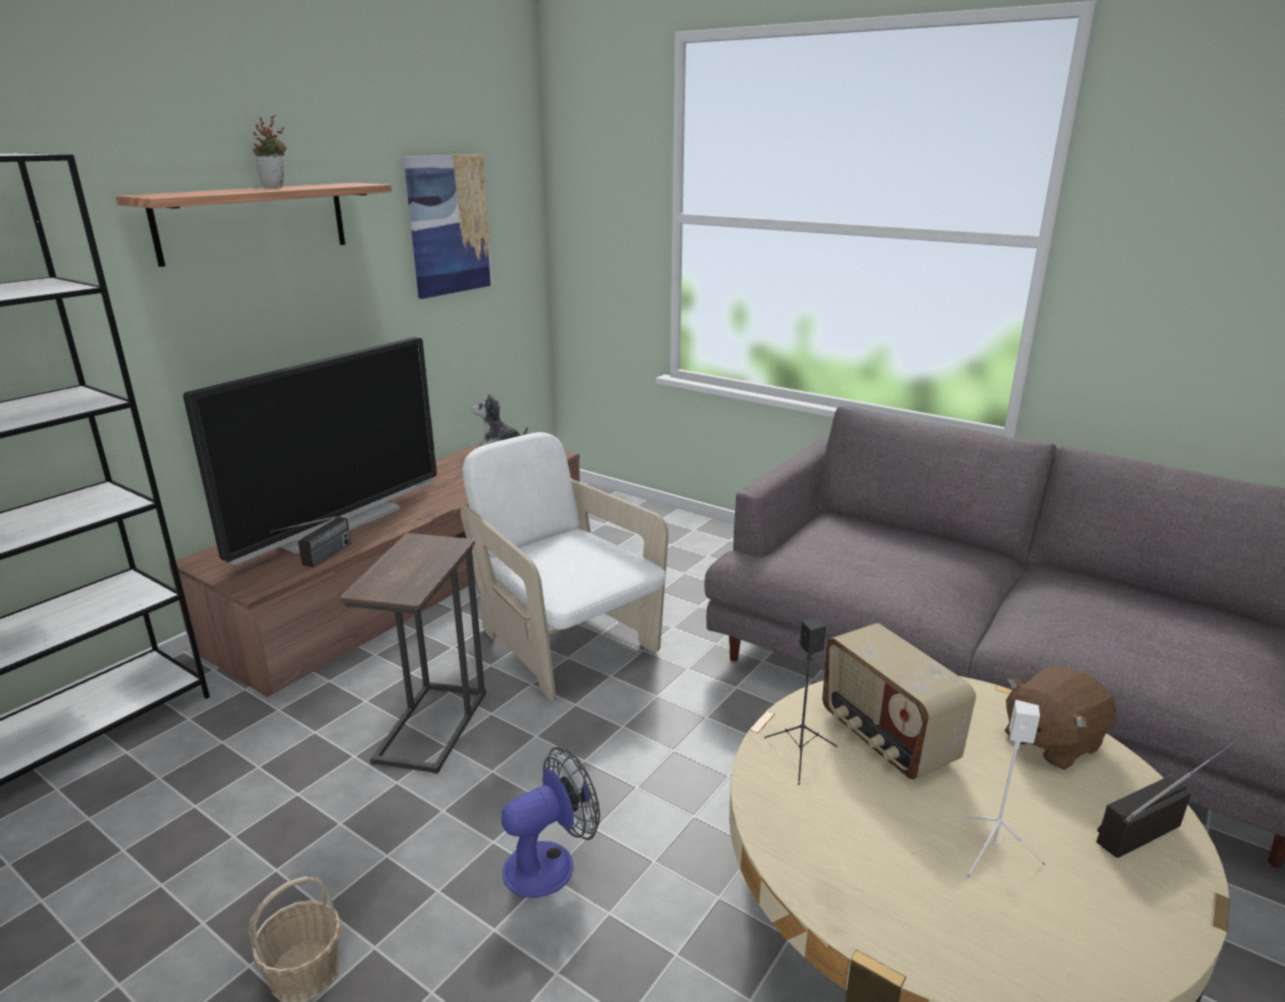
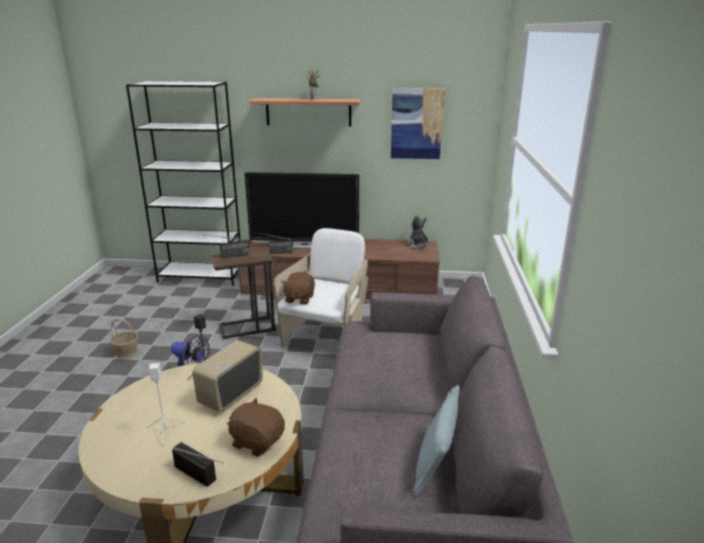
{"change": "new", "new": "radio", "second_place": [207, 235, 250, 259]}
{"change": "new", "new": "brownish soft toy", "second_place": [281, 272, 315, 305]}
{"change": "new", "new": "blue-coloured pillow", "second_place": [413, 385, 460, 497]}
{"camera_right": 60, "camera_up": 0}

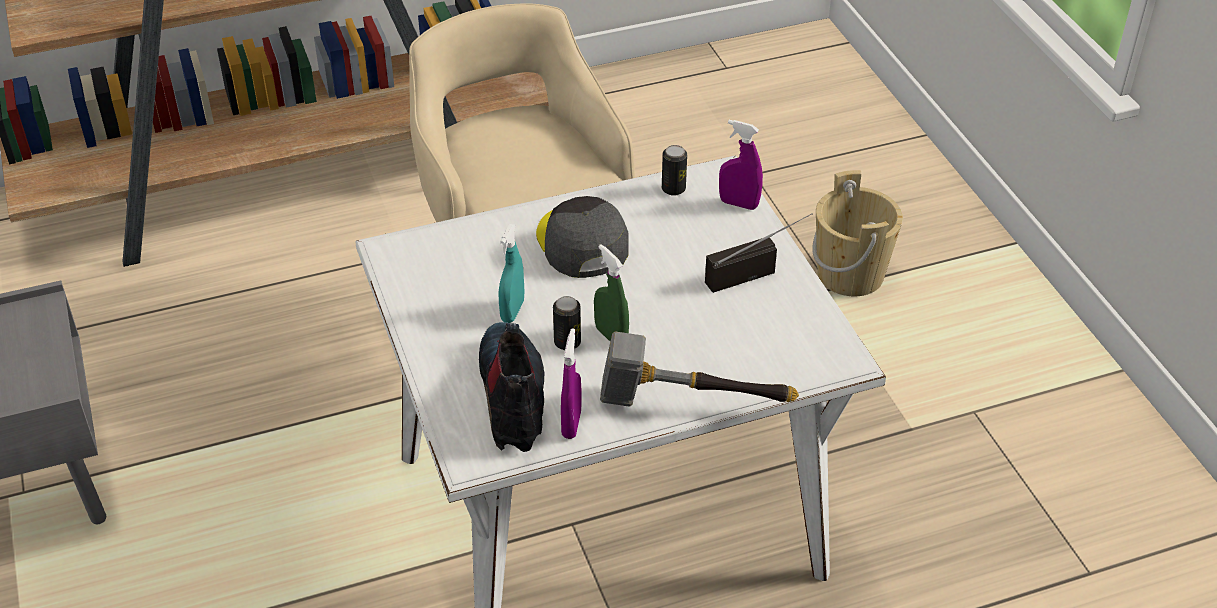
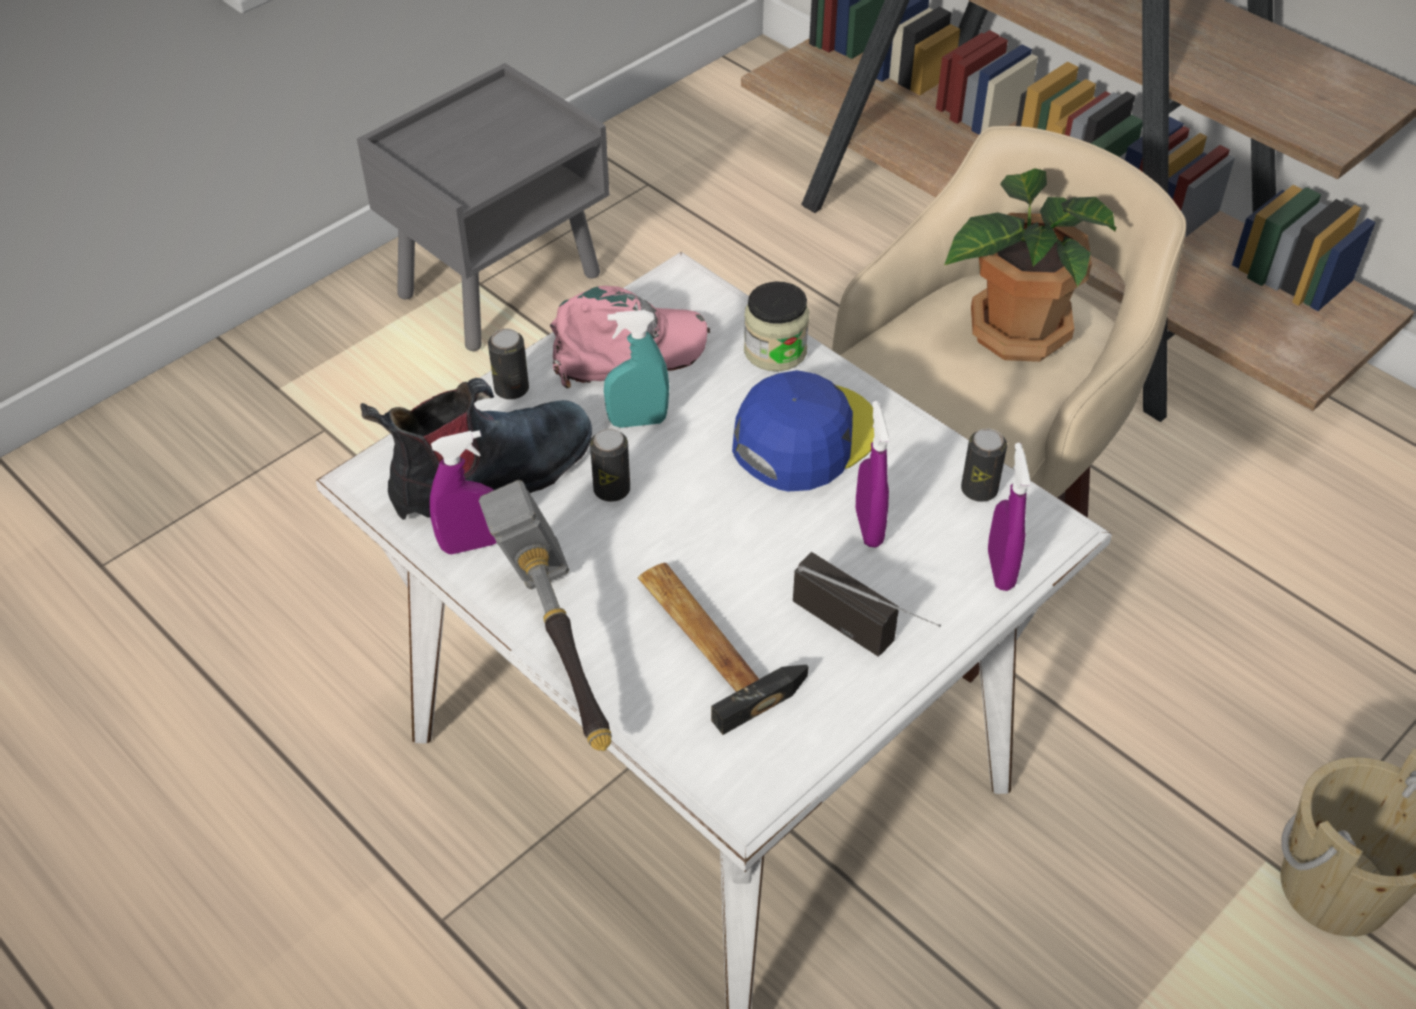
{"change": "repainted", "old": "grey peaked cap", "new": "blue-coloured peaked cap", "first_place": [536, 196, 629, 278], "second_place": [732, 370, 874, 492]}
{"change": "gone", "old": "green-coloured hand sprayer", "first_place": [594, 244, 629, 341]}
{"change": "new", "new": "potted plant", "second_place": [944, 168, 1116, 362]}
{"change": "new", "new": "jar", "second_place": [744, 282, 809, 371]}
{"change": "new", "new": "pink-coloured peaked cap", "second_place": [550, 286, 710, 388]}
{"change": "new", "new": "can", "second_place": [488, 329, 529, 400]}
{"change": "new", "new": "purple hand sprayer", "second_place": [856, 401, 889, 548]}
{"change": "new", "new": "hand hammer", "second_place": [638, 563, 808, 735]}
{"camera_right": 65, "camera_up": 5}

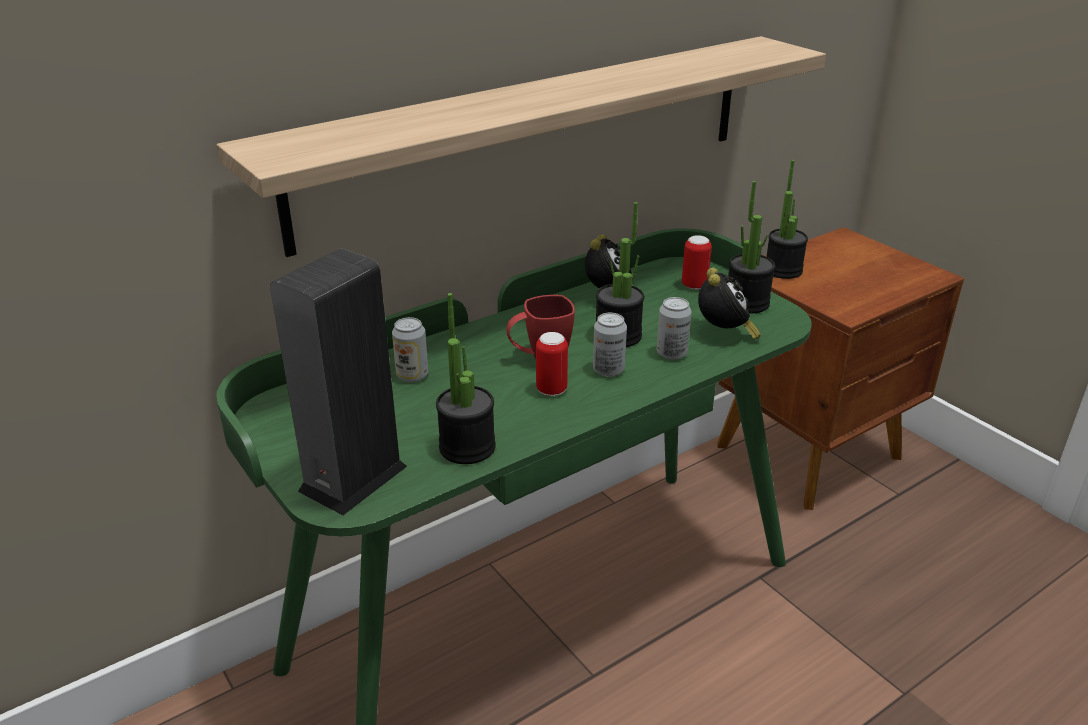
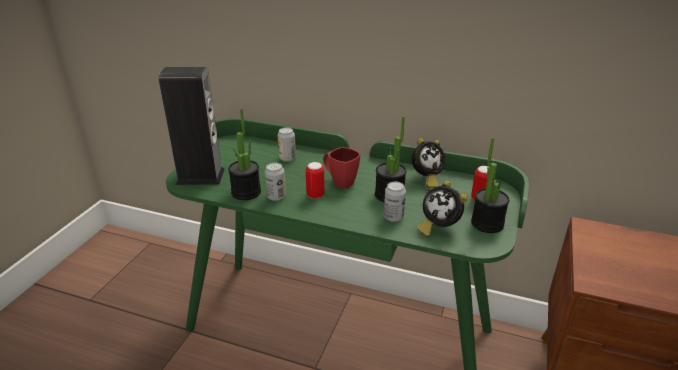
{"change": "gone", "old": "bracket shelf", "first_place": [217, 36, 826, 257]}
{"change": "gone", "old": "potted plant", "first_place": [766, 160, 808, 279]}
{"change": "rotated", "old": "alarm clock", "first_place": [698, 268, 761, 340], "second_place": [417, 180, 468, 237], "degrees": 75}
{"change": "shifted", "old": "can", "first_place": [593, 313, 627, 377], "second_place": [265, 163, 286, 201]}
{"camera_right": 55, "camera_up": 0}

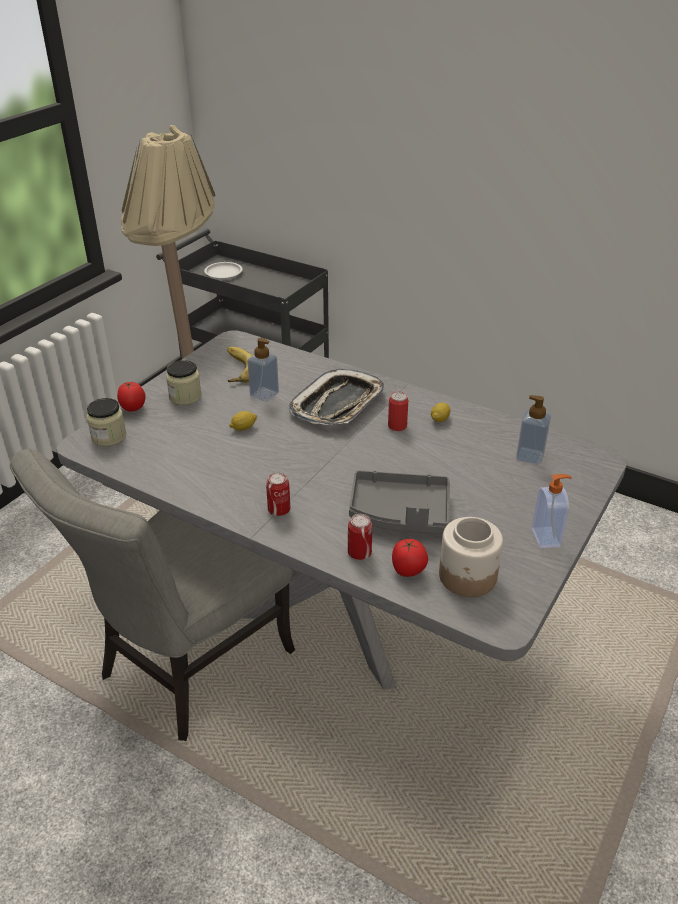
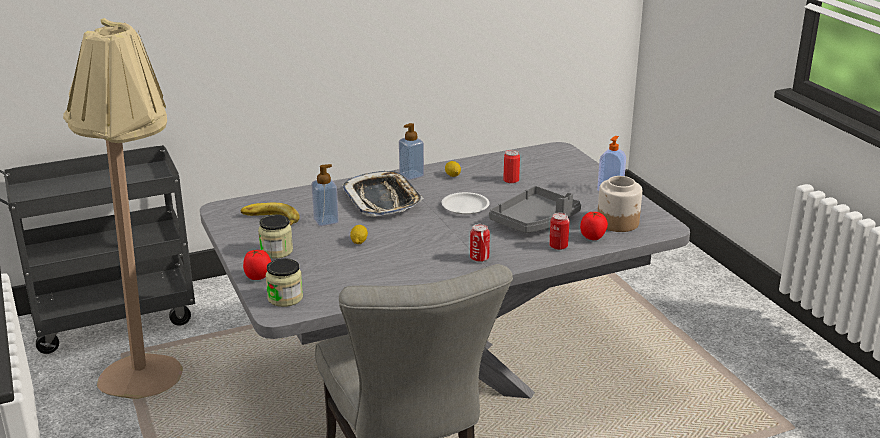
{"change": "shifted", "old": "white-coloured plate", "first_place": [204, 262, 243, 279], "second_place": [442, 192, 489, 214]}
{"change": "shifted", "old": "can", "first_place": [388, 391, 408, 431], "second_place": [503, 150, 520, 183]}
{"change": "shifted", "old": "liquid soap bottle", "first_place": [516, 395, 551, 465], "second_place": [399, 123, 424, 180]}
{"camera_right": -55, "camera_up": -10}

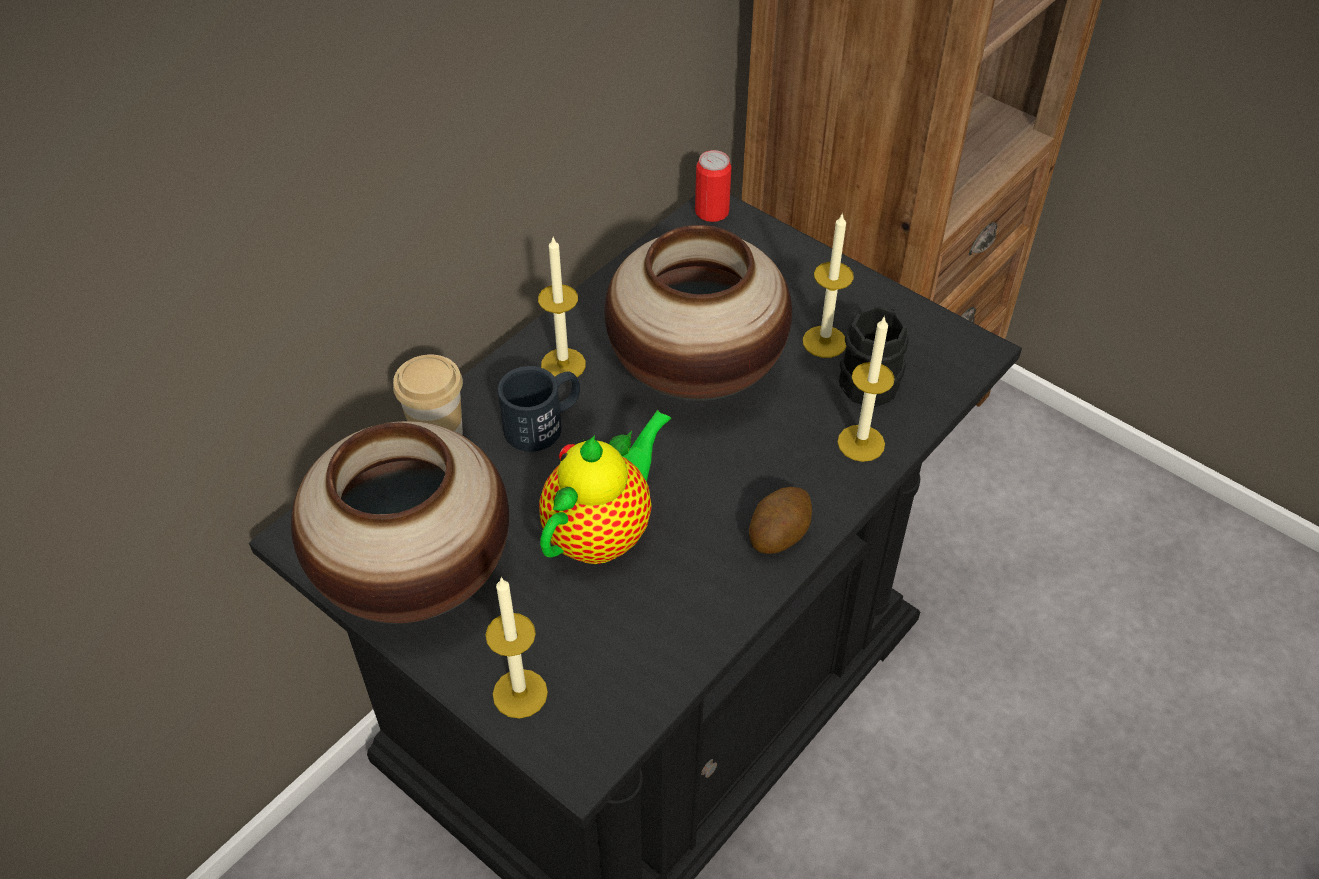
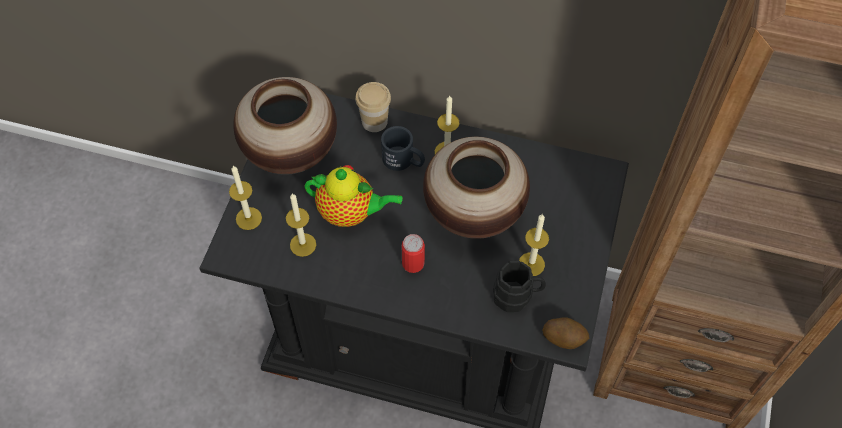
{"change": "shifted", "old": "can", "first_place": [695, 150, 731, 222], "second_place": [402, 234, 425, 273]}
{"change": "shifted", "old": "wax candle", "first_place": [837, 315, 895, 462], "second_place": [286, 193, 316, 257]}
{"change": "shifted", "old": "potato", "first_place": [749, 487, 812, 554], "second_place": [542, 317, 589, 349]}
{"camera_right": 65, "camera_up": 10}

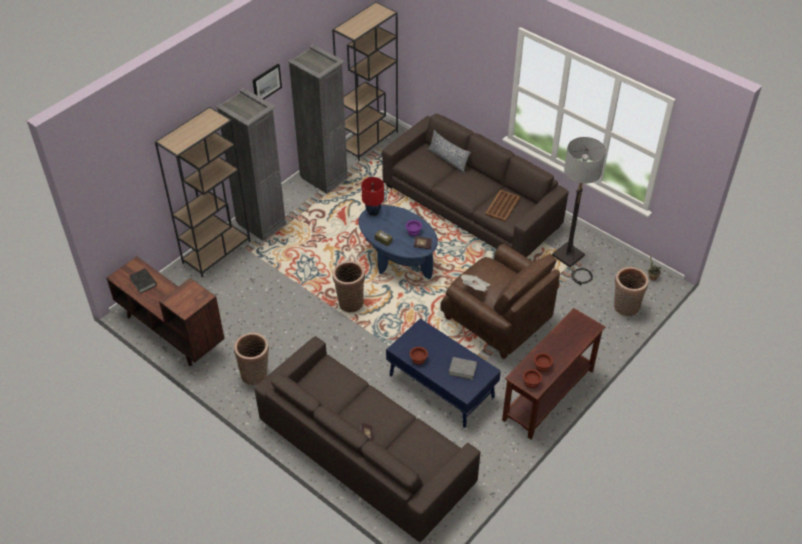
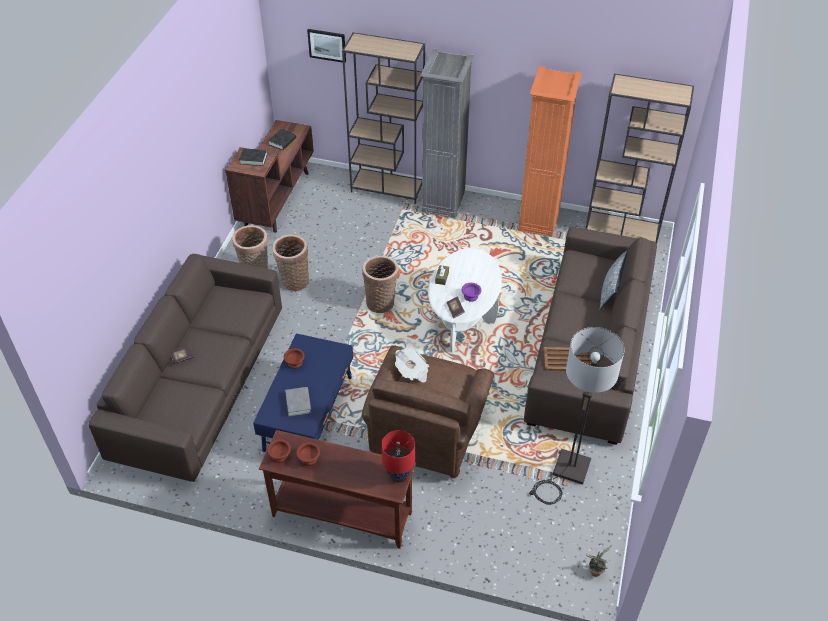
{"change": "repainted", "old": "grey storage cabinet", "new": "orangey storage cabinet", "first_place": [287, 44, 348, 194], "second_place": [518, 66, 582, 237]}
{"change": "shifted", "old": "wall picture", "first_place": [253, 64, 282, 99], "second_place": [307, 29, 346, 63]}
{"change": "shifted", "old": "red-coloured tabletop lamp", "first_place": [361, 177, 384, 216], "second_place": [381, 430, 415, 482]}
{"change": "repainted", "old": "blue-coloured lounge table", "new": "white-coloured lounge table", "first_place": [358, 205, 438, 280], "second_place": [428, 248, 502, 353]}
{"change": "shifted", "old": "storage basket", "first_place": [614, 267, 649, 316], "second_place": [273, 234, 309, 291]}
{"change": "new", "new": "black-coloured bound book", "second_place": [239, 148, 268, 166]}
{"camera_right": 65, "camera_up": 0}

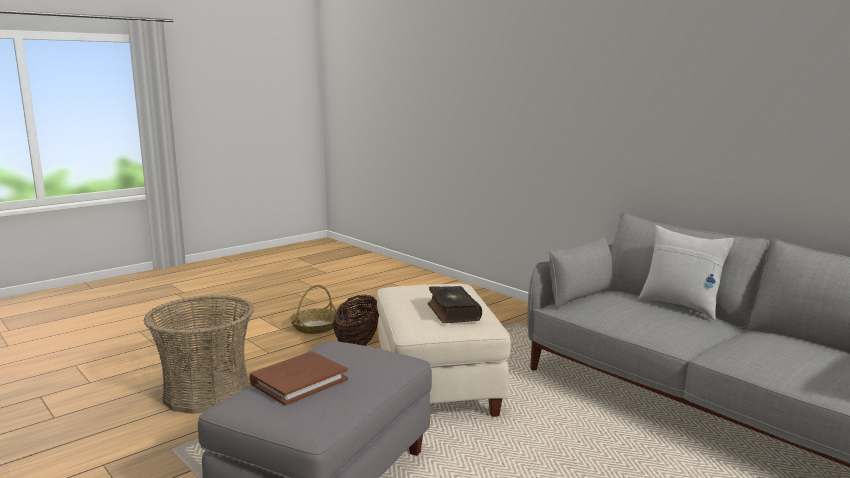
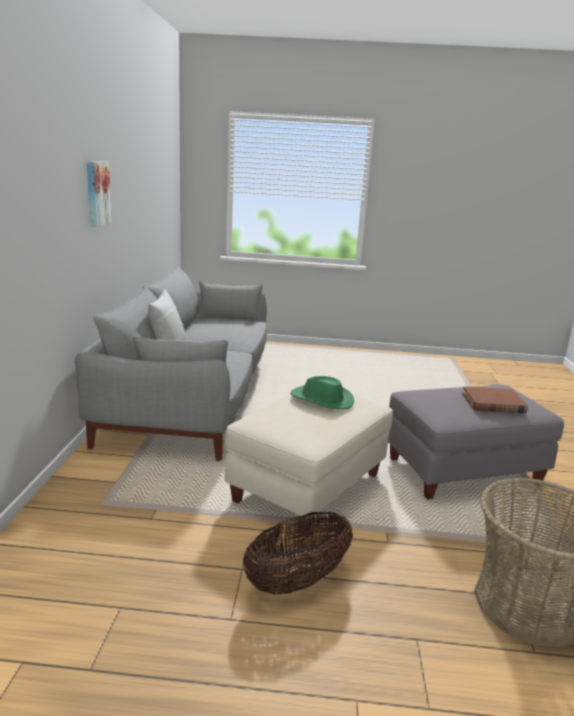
{"change": "gone", "old": "storage basket", "first_place": [289, 285, 337, 334]}
{"change": "swapped", "old": "bound book", "new": "green-coloured clothing hat", "first_place": [428, 286, 482, 323], "second_place": [290, 376, 354, 410]}
{"change": "new", "new": "wall picture", "second_place": [87, 161, 112, 227]}
{"camera_right": -135, "camera_up": 5}

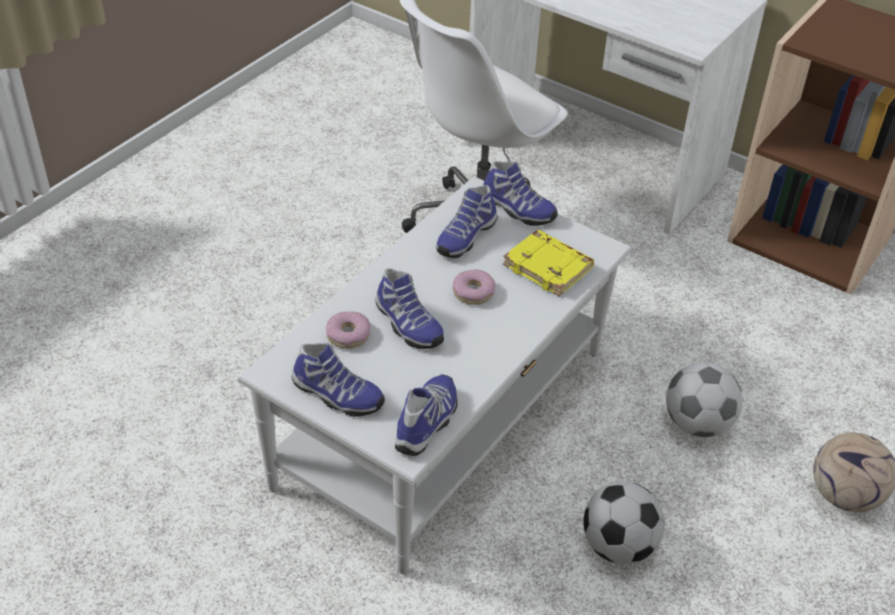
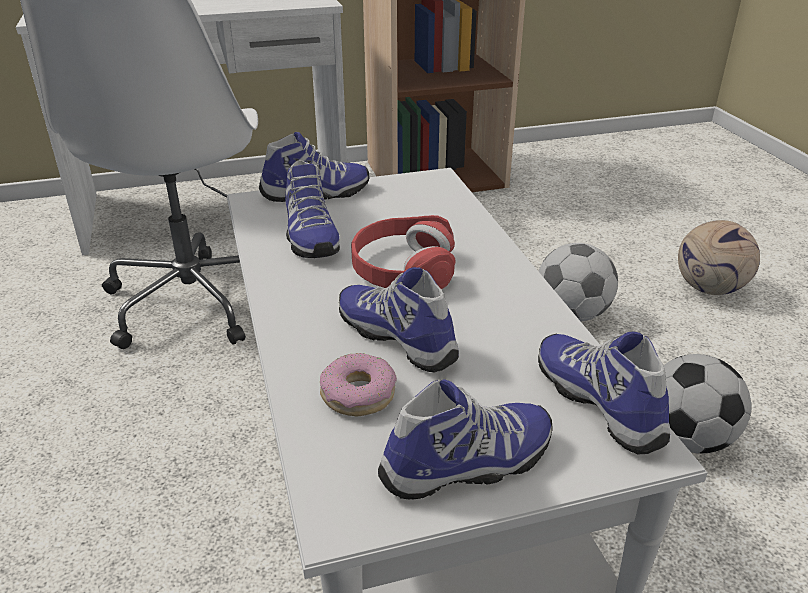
{"change": "gone", "old": "yellow bound book", "first_place": [503, 230, 594, 296]}
{"change": "rotated", "old": "low shoe", "first_place": [375, 268, 444, 349], "second_place": [339, 267, 459, 372], "degrees": -135}
{"change": "swapped", "old": "donut", "new": "red-coloured pair of headphones", "first_place": [453, 269, 495, 305], "second_place": [351, 215, 455, 289]}
{"camera_right": -50, "camera_up": -10}

